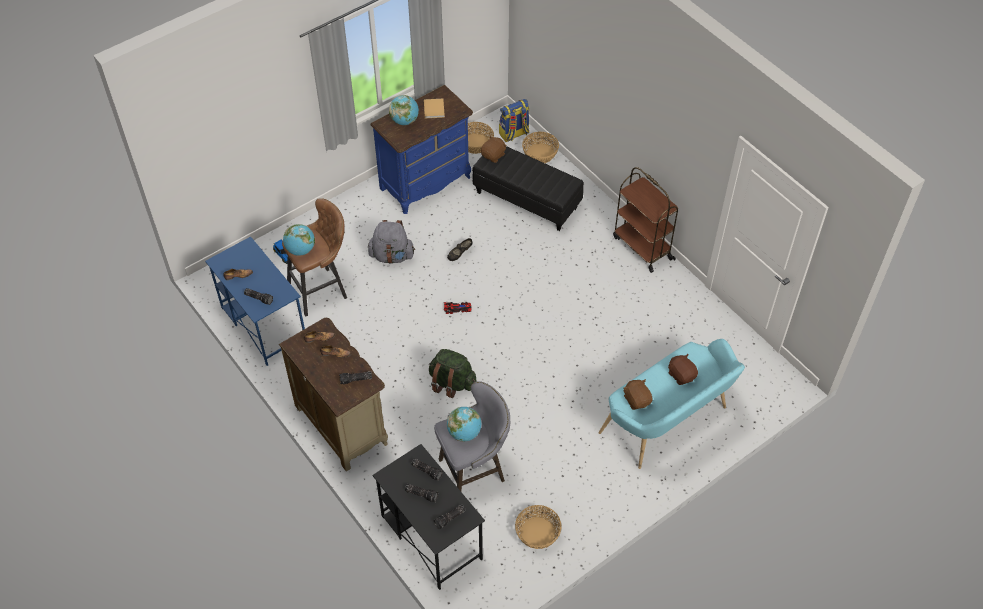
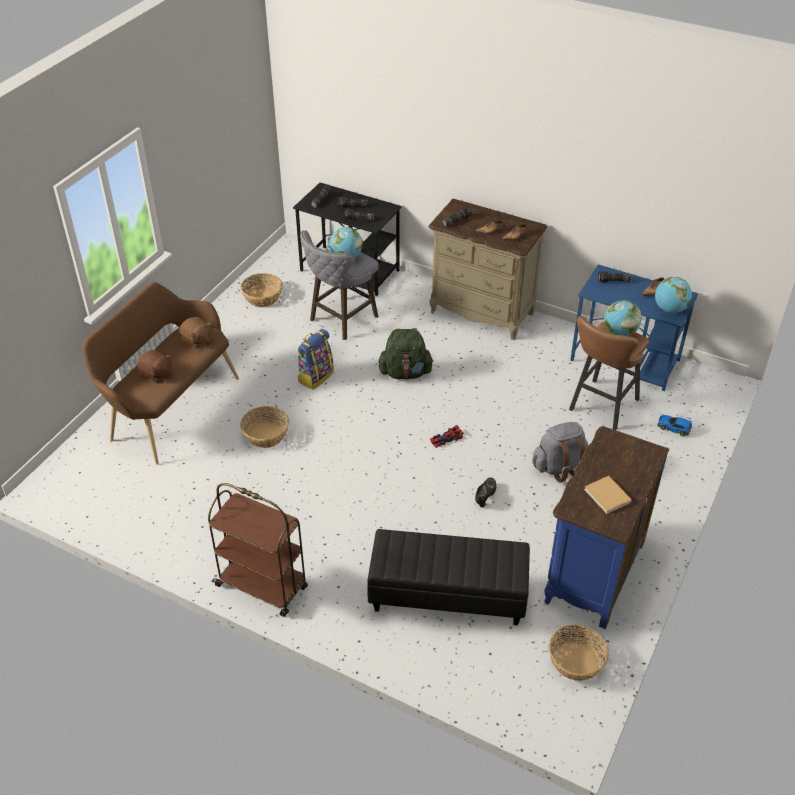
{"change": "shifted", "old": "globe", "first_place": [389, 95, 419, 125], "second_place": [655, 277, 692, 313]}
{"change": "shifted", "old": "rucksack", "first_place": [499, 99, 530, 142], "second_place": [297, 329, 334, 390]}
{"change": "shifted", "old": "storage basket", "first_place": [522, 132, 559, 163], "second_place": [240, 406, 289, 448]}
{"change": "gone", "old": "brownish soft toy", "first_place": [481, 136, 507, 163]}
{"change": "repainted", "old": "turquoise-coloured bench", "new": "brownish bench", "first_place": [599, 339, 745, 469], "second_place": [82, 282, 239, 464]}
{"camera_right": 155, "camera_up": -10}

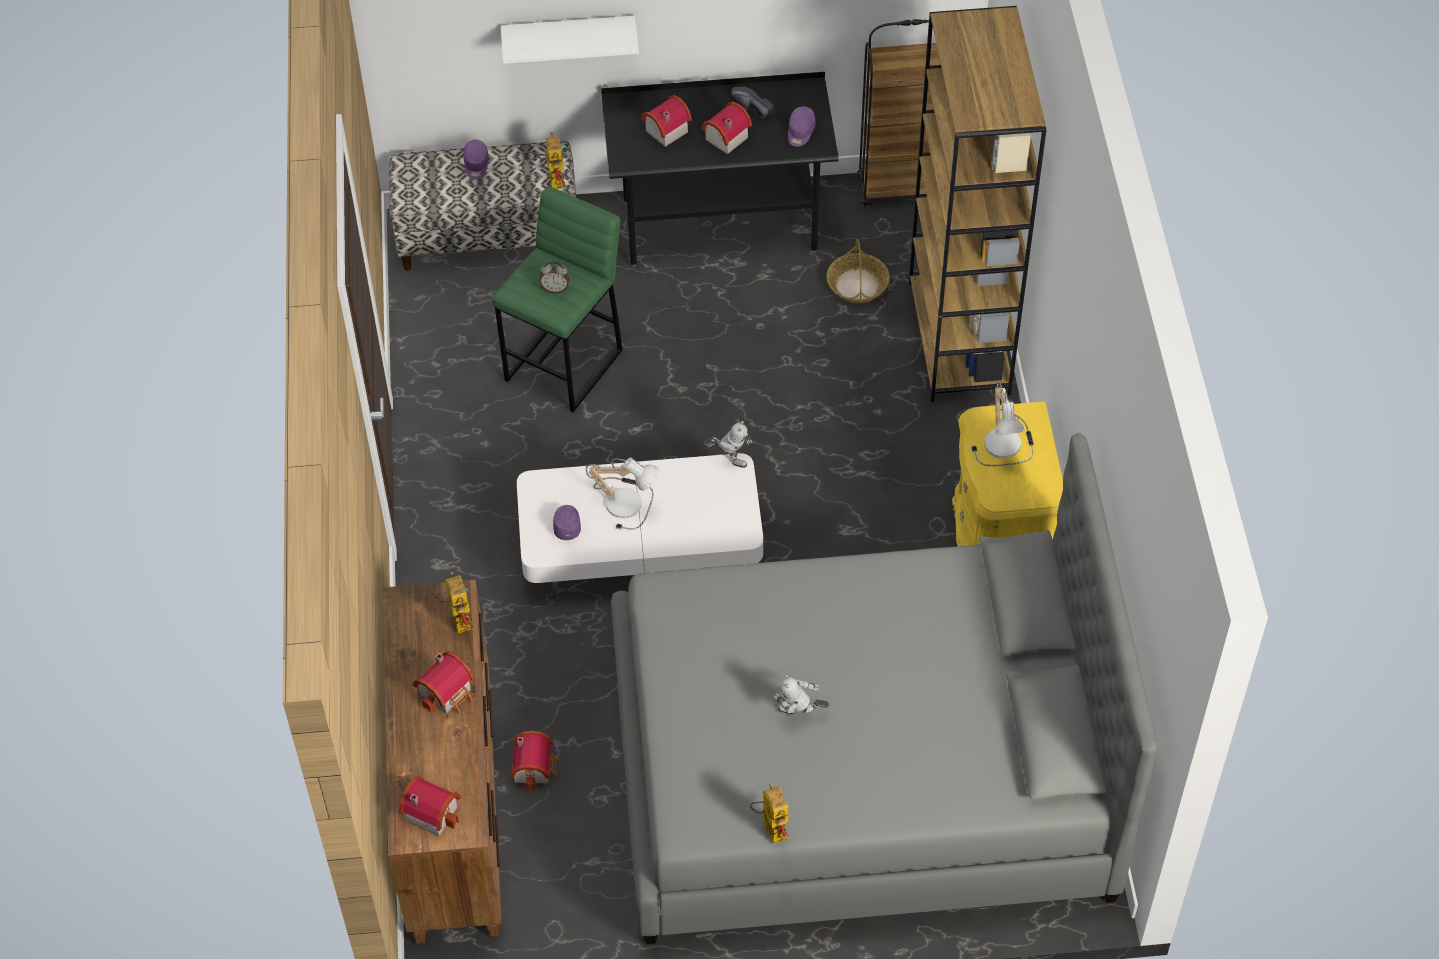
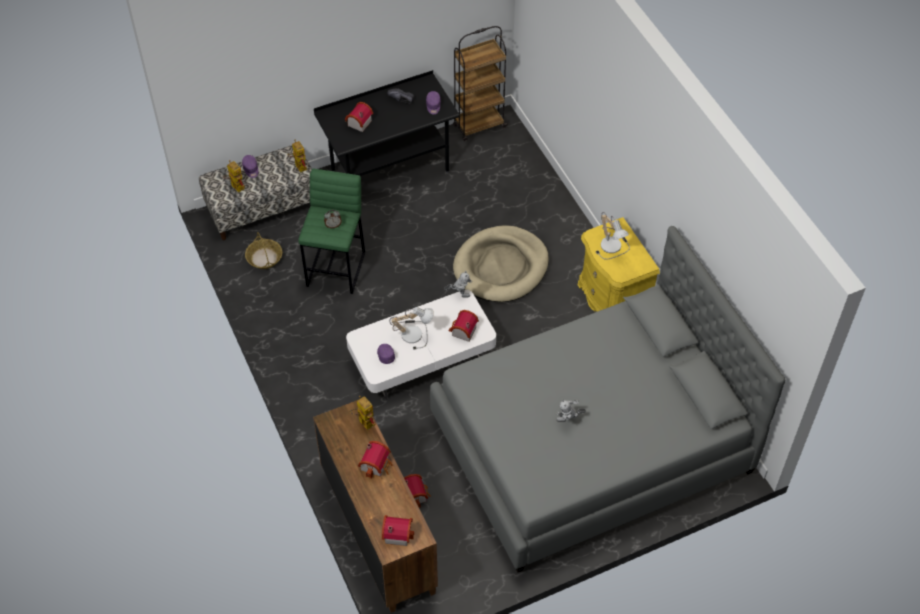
{"change": "gone", "old": "brownish shelving unit", "first_place": [909, 6, 1047, 402]}
{"change": "gone", "old": "white-coloured bracket shelf", "first_place": [501, 16, 639, 64]}
{"change": "shifted", "old": "model house", "first_place": [701, 102, 752, 154], "second_place": [449, 310, 479, 342]}
{"change": "shifted", "old": "storage basket", "first_place": [827, 239, 890, 303], "second_place": [245, 232, 282, 269]}
{"change": "shifted", "old": "robot figure", "first_place": [750, 783, 789, 844], "second_place": [223, 160, 245, 193]}
{"change": "new", "new": "beige pet bed", "second_place": [453, 225, 549, 302]}
{"camera_right": -20, "camera_up": 0}

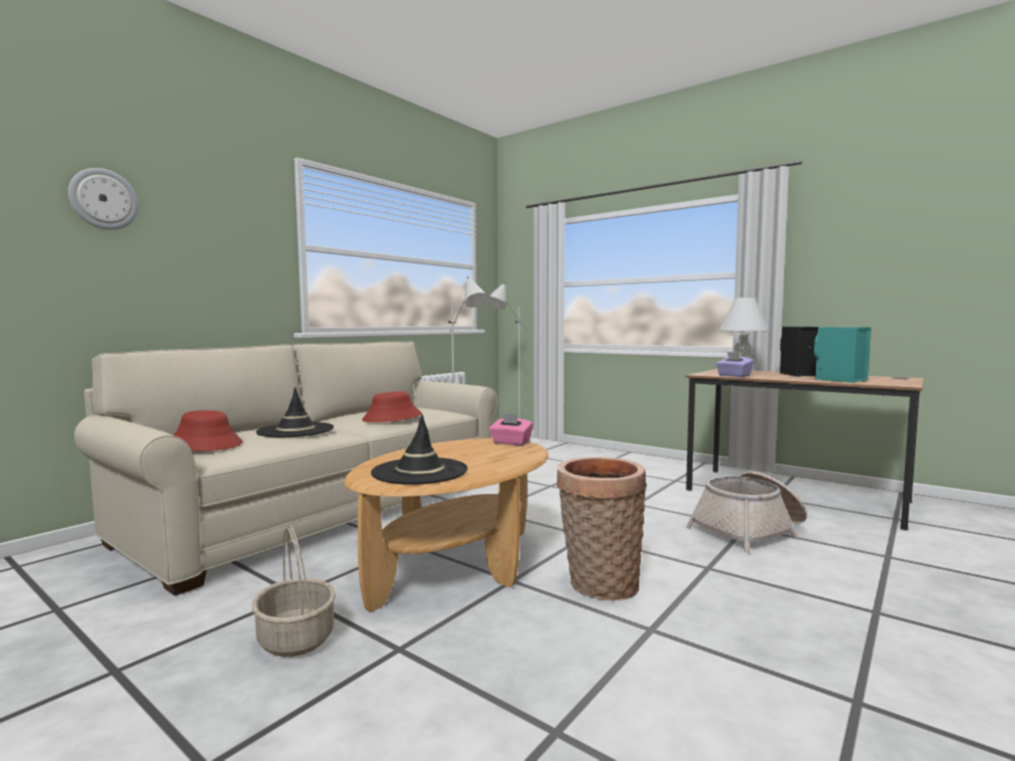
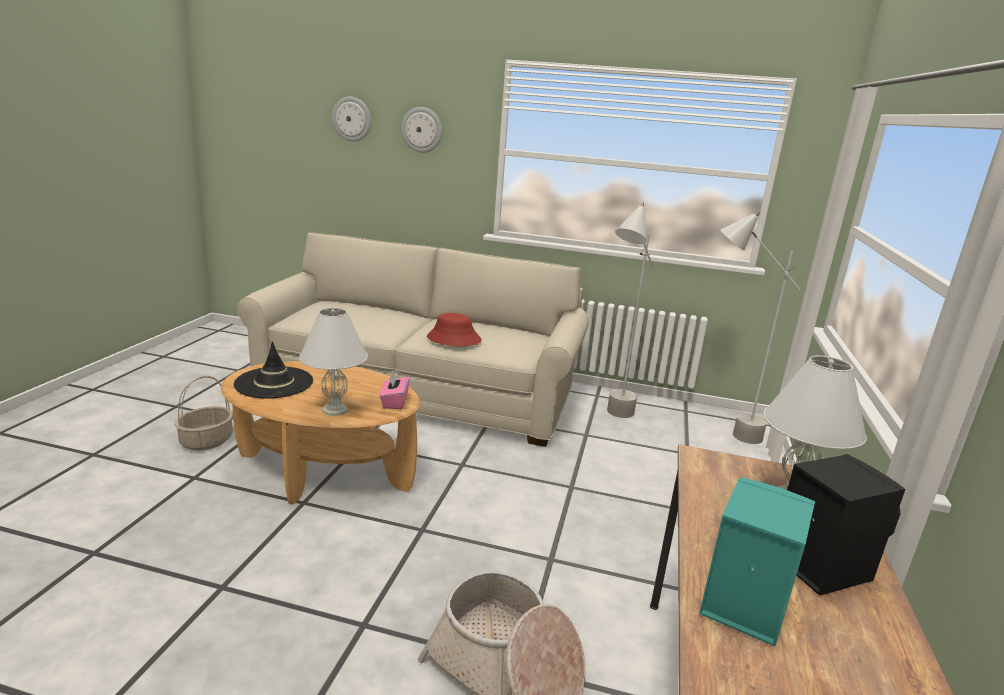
{"change": "gone", "old": "purple box of tissues", "first_place": [716, 352, 754, 377]}
{"change": "gone", "old": "black-coloured clothing hat", "first_place": [256, 387, 334, 437]}
{"change": "gone", "old": "red-coloured clothing hat", "first_place": [173, 410, 243, 451]}
{"change": "gone", "old": "storage basket", "first_place": [556, 457, 647, 601]}
{"change": "new", "new": "hanging clock", "second_place": [401, 107, 442, 153]}
{"change": "new", "new": "white-coloured tabletop lamp", "second_place": [299, 308, 368, 416]}
{"camera_right": 65, "camera_up": 15}

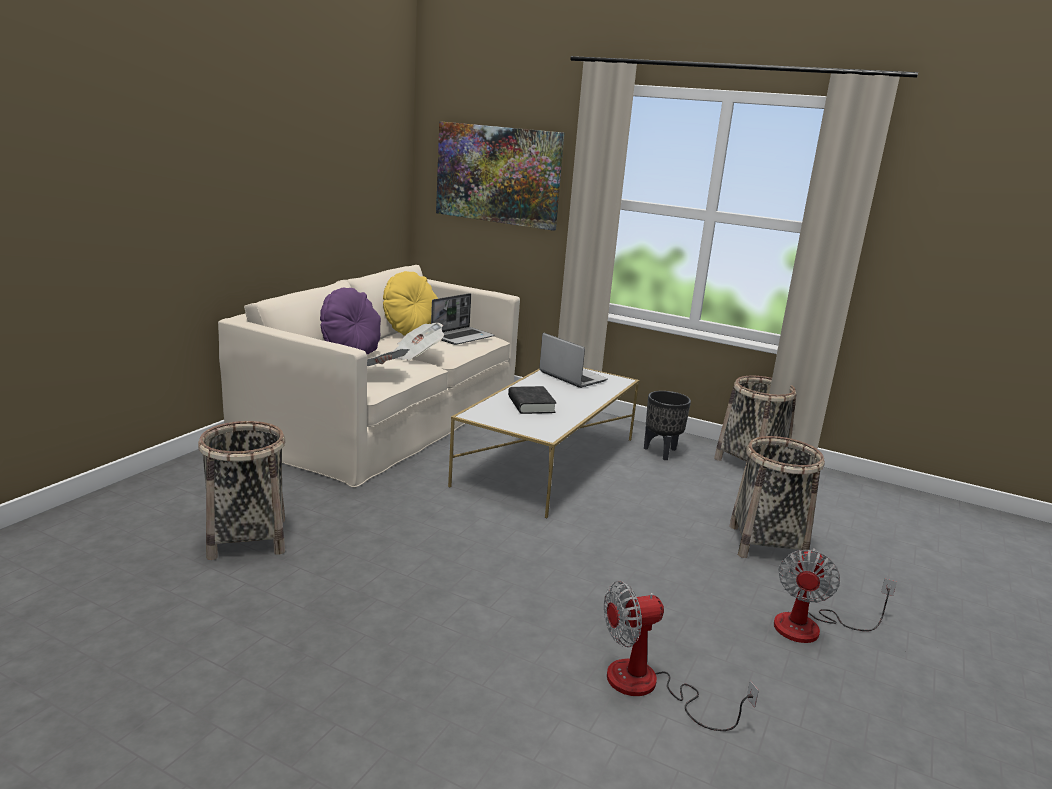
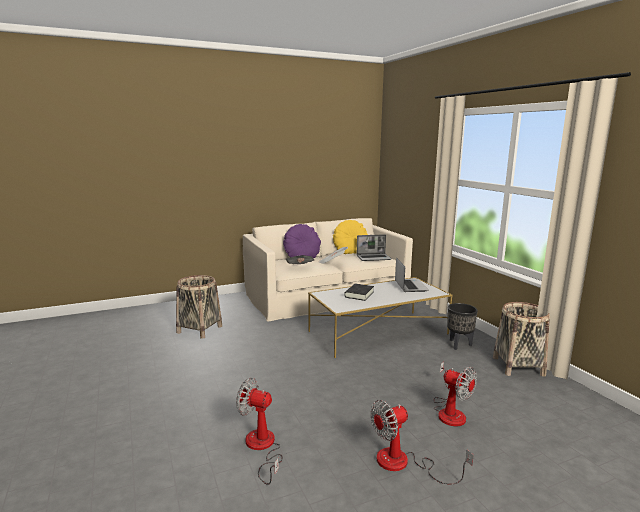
{"change": "gone", "old": "wall picture", "first_place": [436, 121, 564, 231]}
{"change": "swapped", "old": "storage basket", "new": "electric fan", "first_place": [729, 436, 825, 562], "second_place": [433, 362, 477, 426]}
{"camera_right": 40, "camera_up": -5}

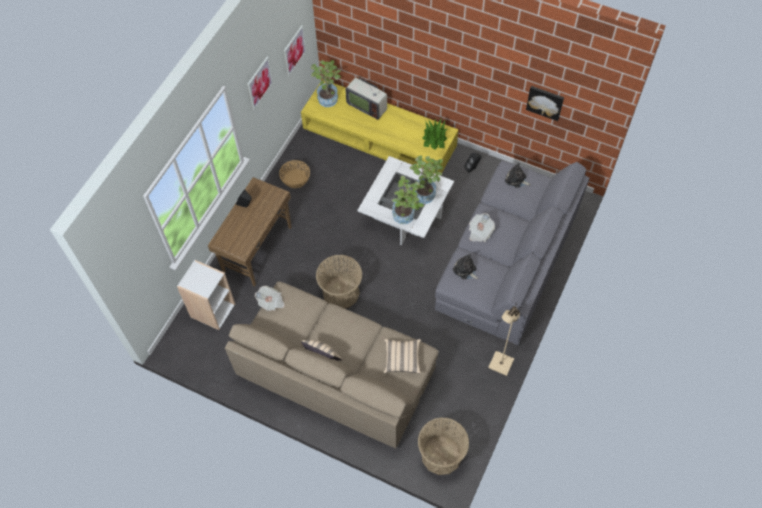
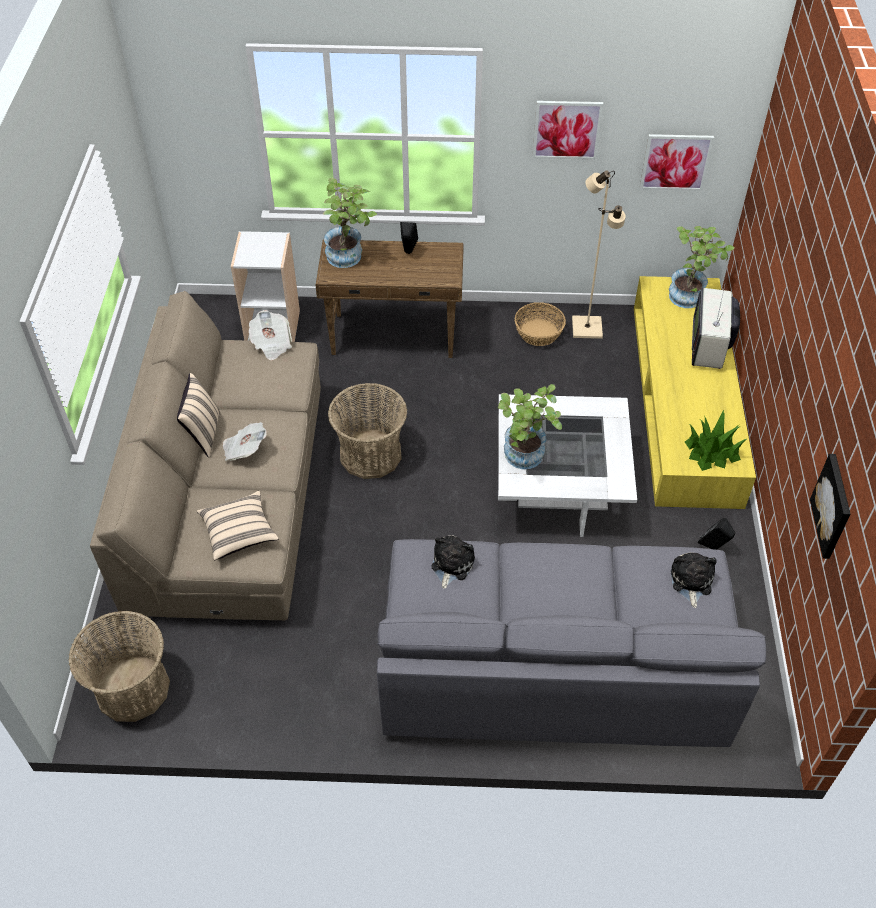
{"change": "shifted", "old": "potted plant", "first_place": [410, 155, 443, 204], "second_place": [323, 178, 377, 268]}
{"change": "shifted", "old": "daily paper", "first_place": [469, 213, 495, 242], "second_place": [223, 422, 267, 461]}
{"change": "shifted", "old": "beige floor lamp", "first_place": [488, 303, 520, 376], "second_place": [572, 170, 626, 339]}
{"camera_right": 65, "camera_up": -10}

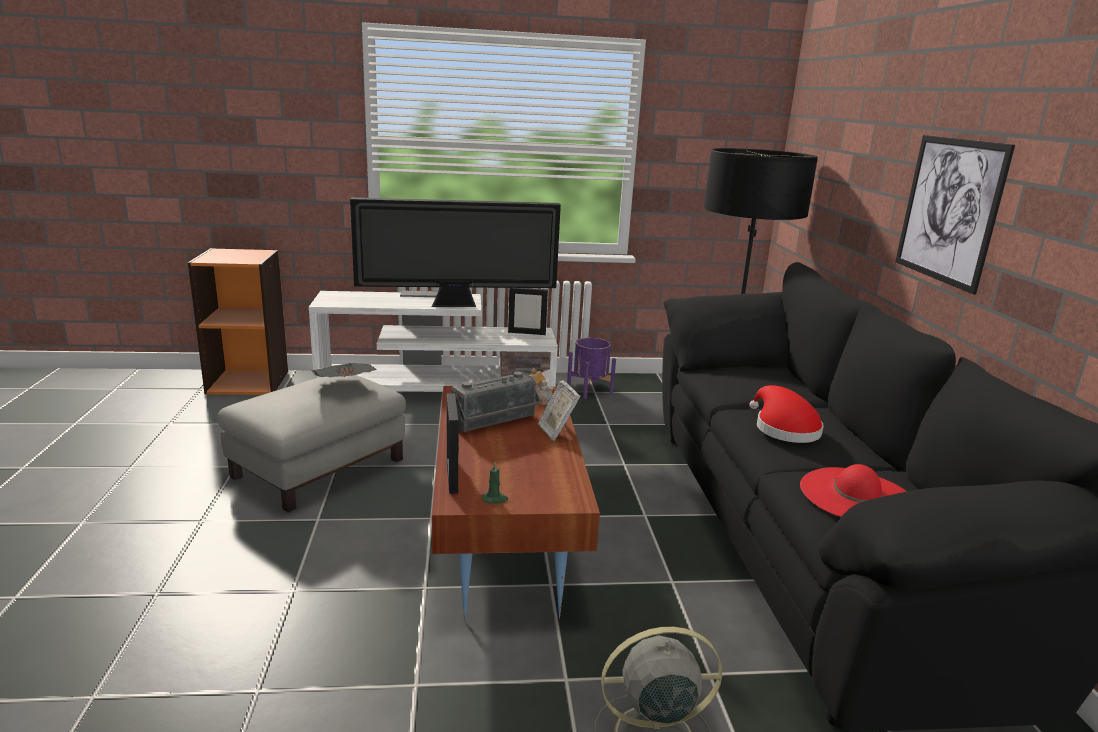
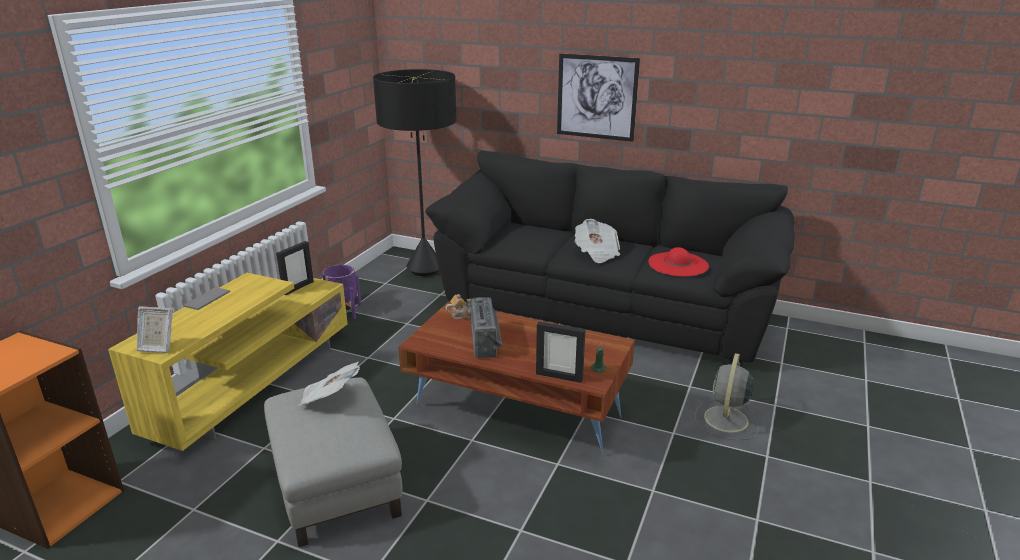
{"change": "gone", "old": "television", "first_place": [350, 197, 561, 307]}
{"change": "repainted", "old": "white-coloured tv unit", "new": "yellow tv unit", "first_place": [309, 291, 558, 392], "second_place": [108, 273, 348, 451]}
{"change": "shifted", "old": "standing frame", "first_place": [538, 380, 580, 441], "second_place": [137, 306, 173, 353]}
{"change": "swapped", "old": "red-coloured clothing hat", "new": "daily paper", "first_place": [749, 385, 824, 443], "second_place": [575, 219, 620, 263]}
{"camera_right": -60, "camera_up": 5}

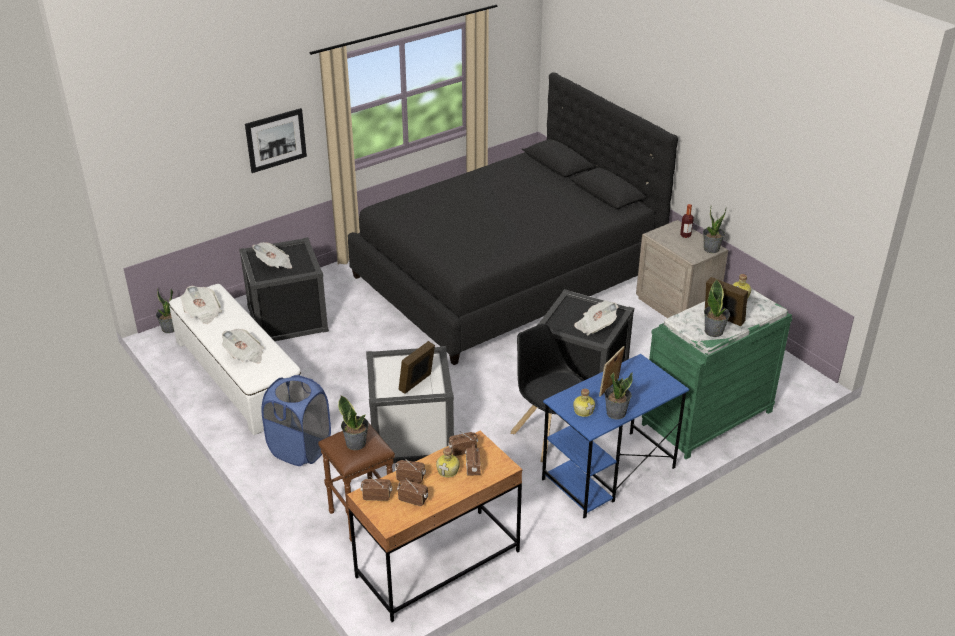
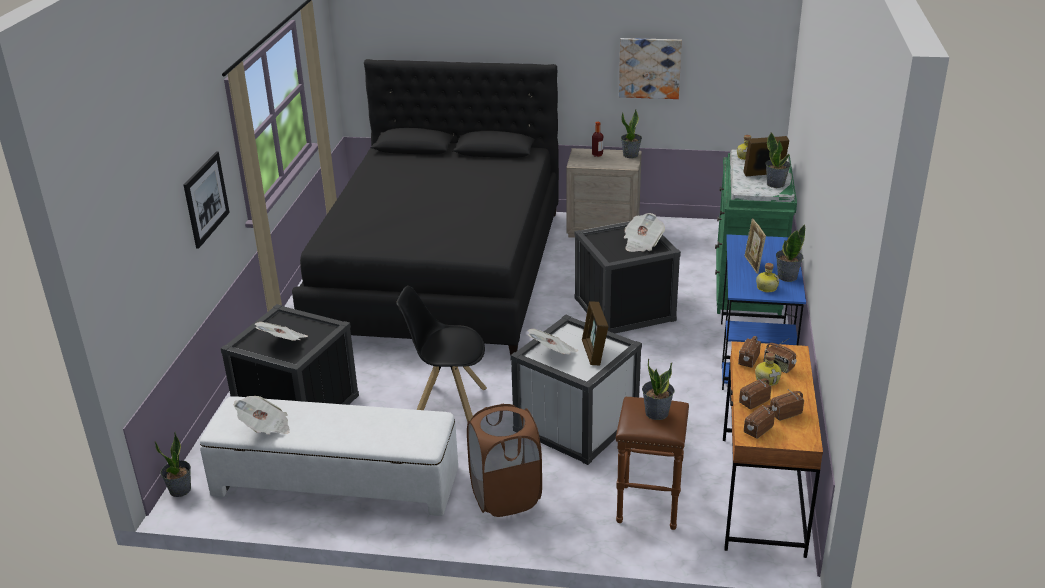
{"change": "shifted", "old": "black-coloured chair", "first_place": [511, 324, 584, 462], "second_place": [396, 286, 487, 422]}
{"change": "shifted", "old": "daily paper", "first_place": [222, 329, 264, 364], "second_place": [527, 329, 578, 354]}
{"change": "repainted", "old": "blue-coloured laundry basket", "new": "brownish laundry basket", "first_place": [261, 375, 331, 466], "second_place": [467, 403, 542, 517]}
{"change": "new", "new": "wall picture", "second_place": [619, 38, 682, 99]}
{"camera_right": -45, "camera_up": -5}

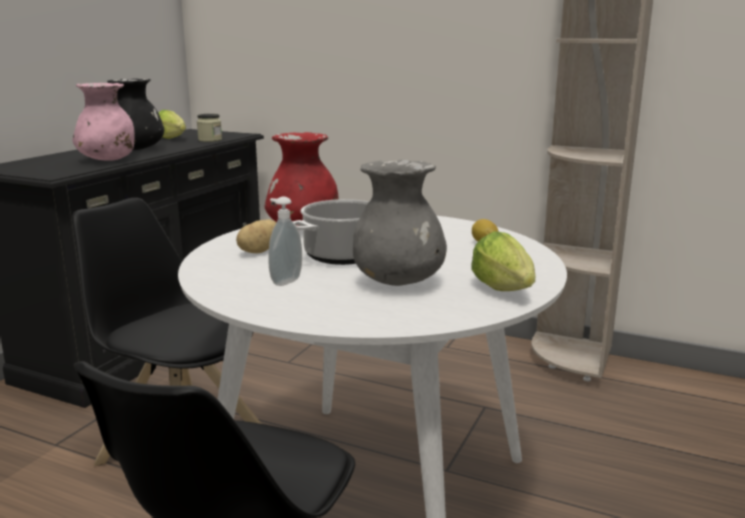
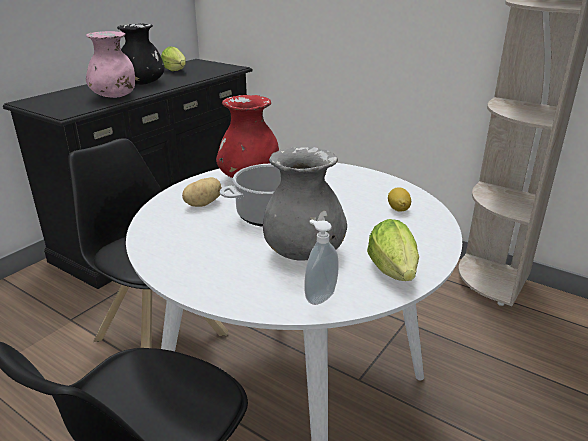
{"change": "gone", "old": "jar", "first_place": [197, 114, 222, 142]}
{"change": "shifted", "old": "liquid soap bottle", "first_place": [268, 196, 302, 286], "second_place": [304, 220, 339, 305]}
{"camera_right": 10, "camera_up": 10}

